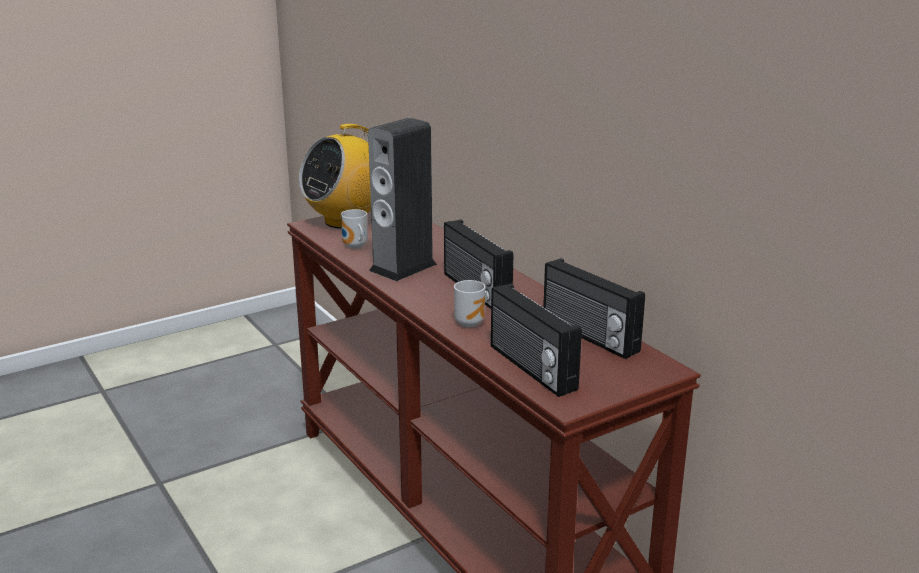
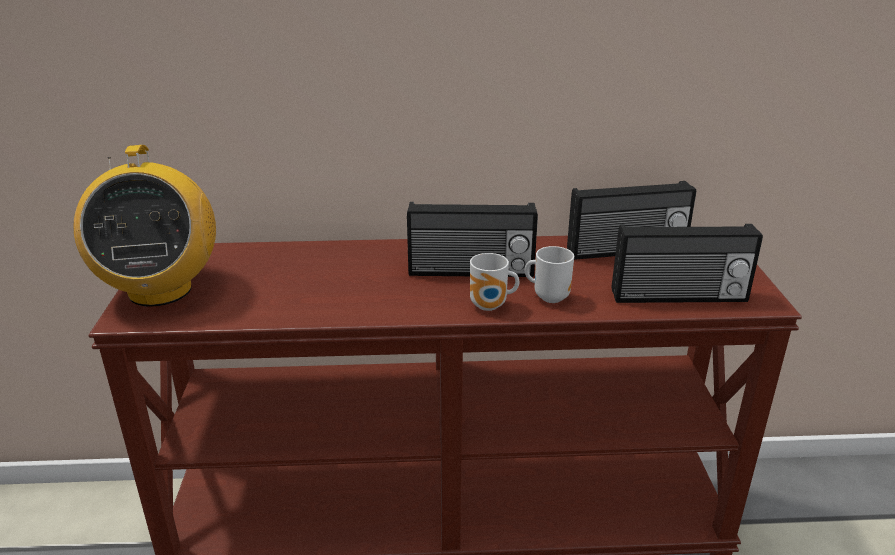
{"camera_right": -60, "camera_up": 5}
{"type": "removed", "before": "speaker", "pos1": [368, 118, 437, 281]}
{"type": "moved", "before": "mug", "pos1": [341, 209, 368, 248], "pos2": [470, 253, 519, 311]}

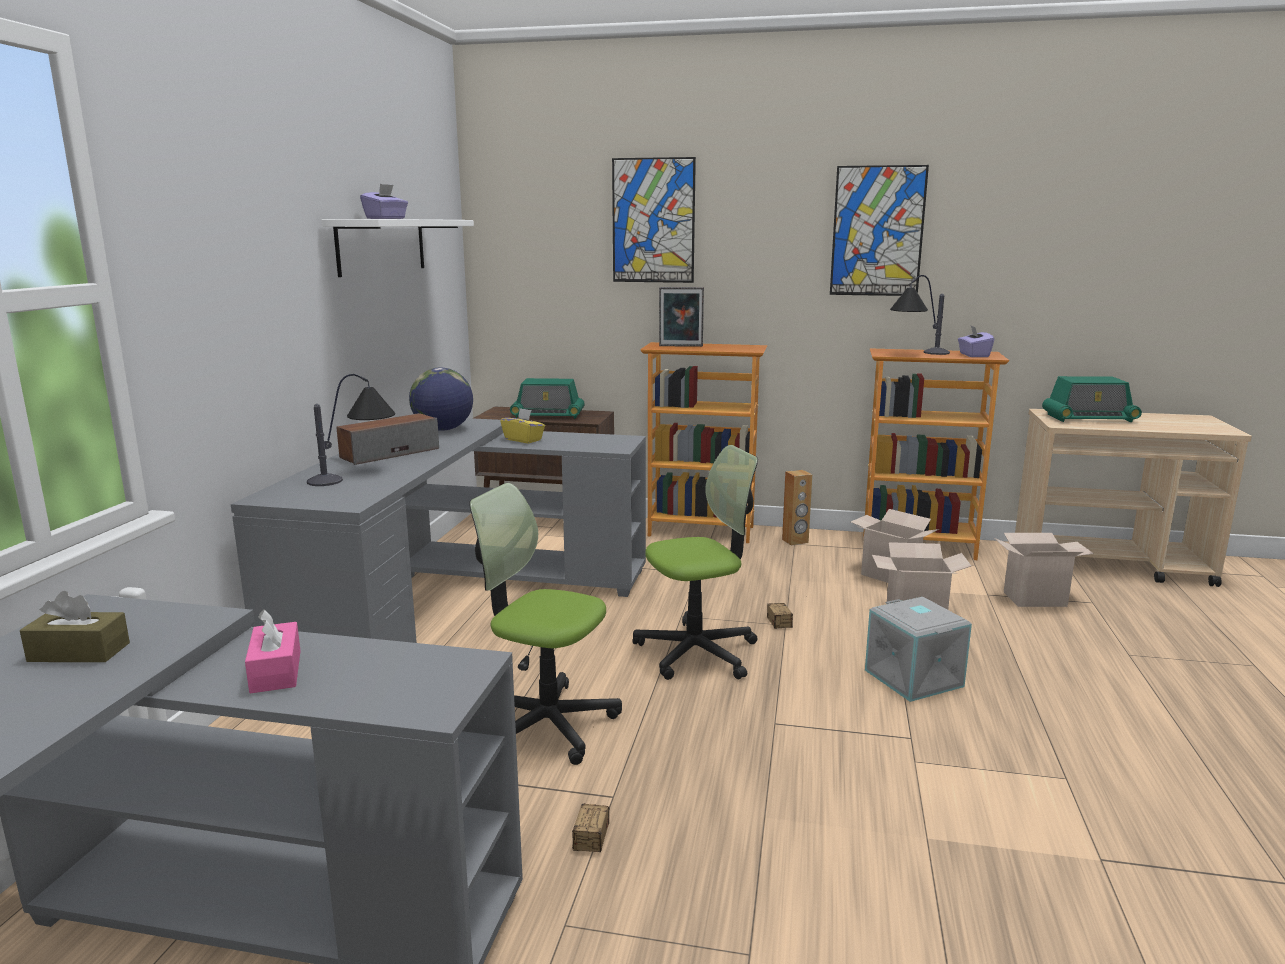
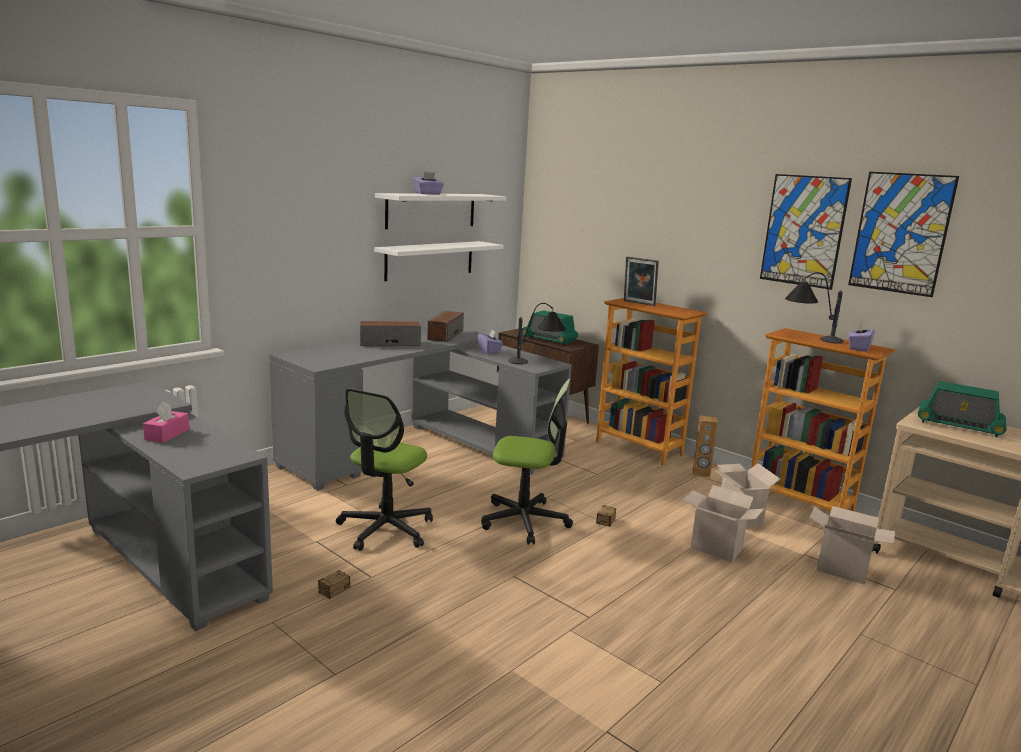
{"camera_right": 30, "camera_up": 0}
{"type": "moved", "before": "picture", "pos1": [612, 157, 696, 283], "pos2": [848, 172, 959, 297]}
{"type": "replaced", "before": "globe", "after": "speaker", "pos1": [409, 368, 473, 431], "pos2": [427, 311, 464, 342]}
{"type": "moved", "before": "table lamp", "pos1": [307, 374, 395, 486], "pos2": [508, 303, 565, 365]}
{"type": "recoloured", "before": "yellow tissue box", "after": "purple tissue box", "pos1": [500, 408, 545, 443], "pos2": [478, 330, 503, 354]}
{"type": "turned", "before": "office chair", "pos1": [469, 483, 622, 765], "pos2": [336, 388, 433, 551], "turn": -120}
{"type": "removed", "before": "brown tissue box", "pos1": [20, 591, 130, 662]}
{"type": "removed", "before": "grey storage box", "pos1": [865, 597, 972, 702]}
{"type": "added", "after": "white shelf", "pos2": [374, 241, 504, 281]}

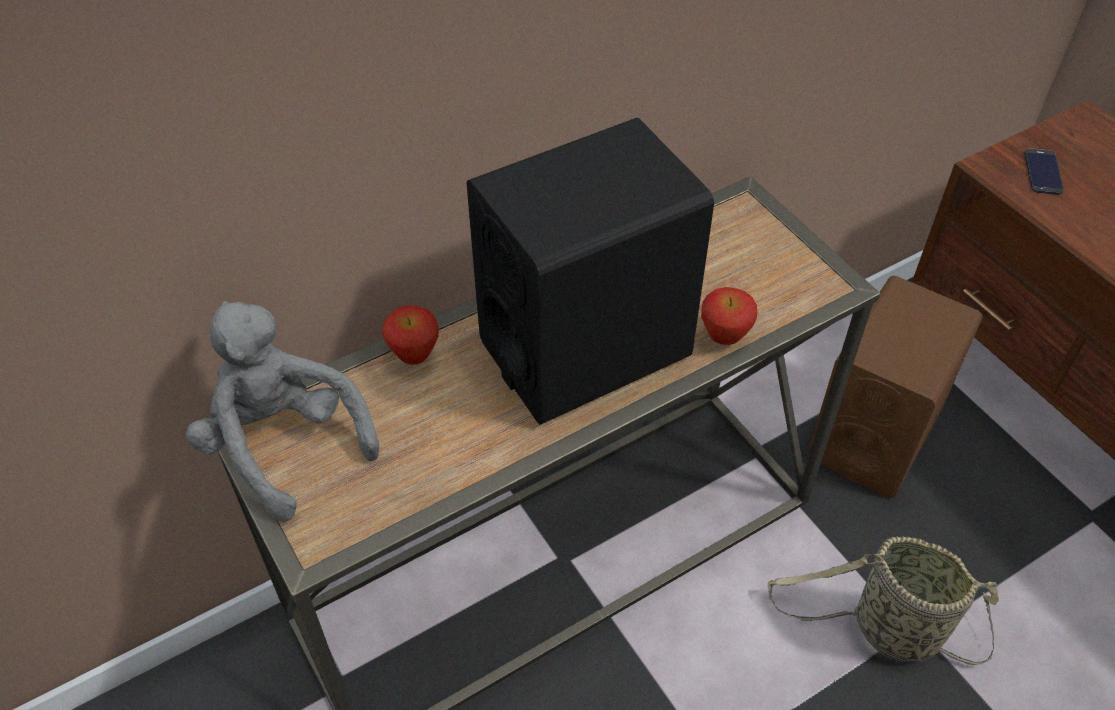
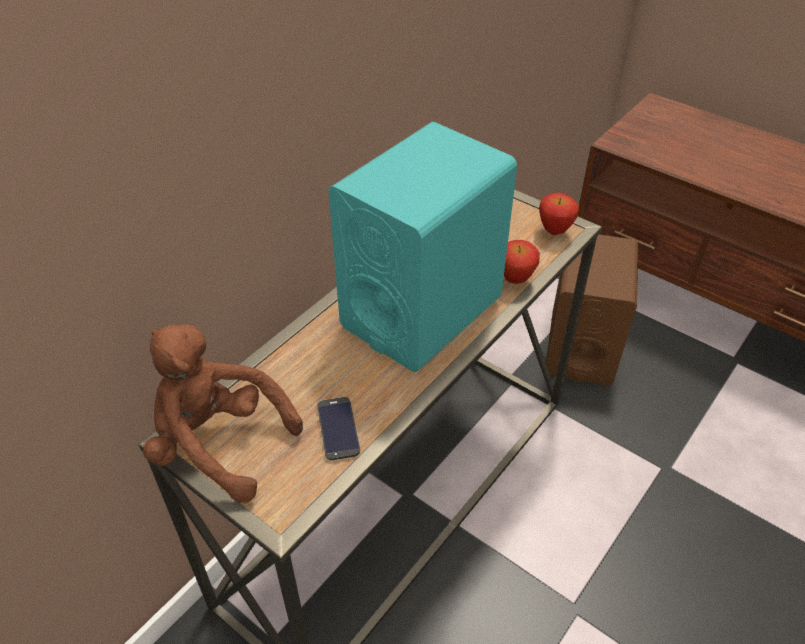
{"camera_right": -20, "camera_up": -5}
{"type": "recoloured", "before": "black speaker", "after": "turquoise speaker", "pos1": [466, 118, 714, 425], "pos2": [328, 122, 517, 372]}
{"type": "moved", "before": "phone", "pos1": [1024, 149, 1064, 195], "pos2": [317, 397, 360, 460]}
{"type": "recoloured", "before": "grey plush toy", "after": "brown plush toy", "pos1": [186, 301, 379, 522], "pos2": [143, 324, 303, 503]}
{"type": "moved", "before": "apple", "pos1": [382, 305, 439, 365], "pos2": [539, 193, 579, 235]}
{"type": "removed", "before": "basket", "pos1": [768, 536, 999, 665]}

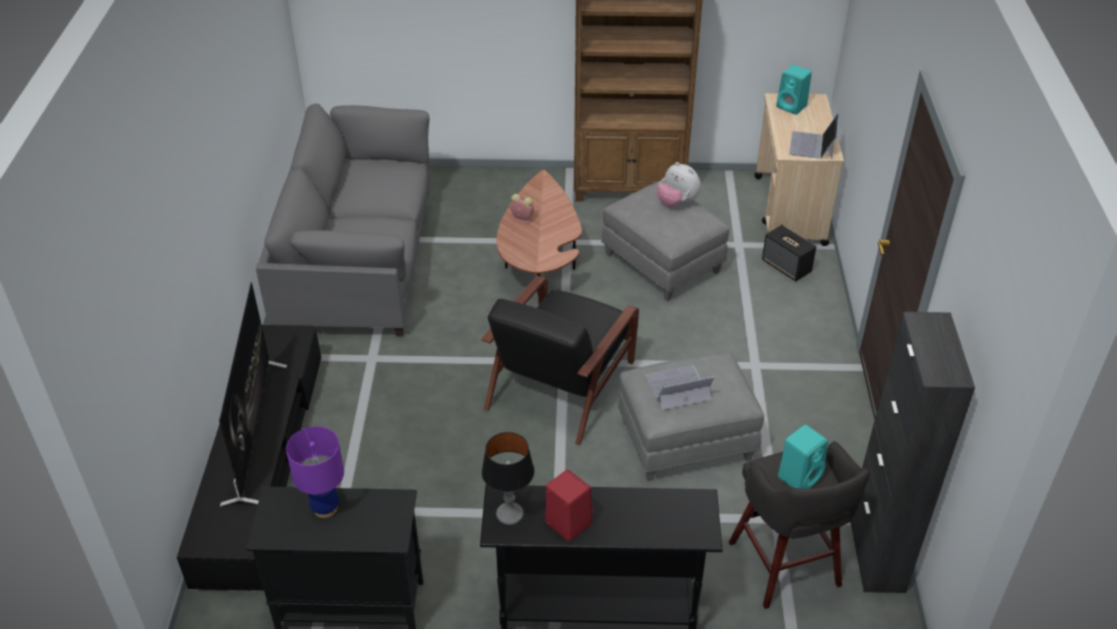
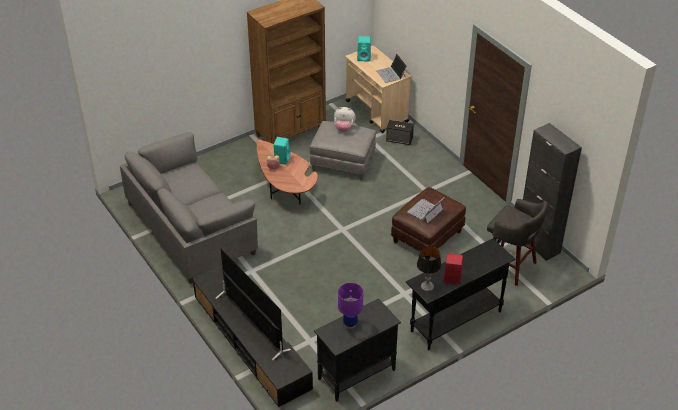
{"camera_right": -35, "camera_up": 0}
{"type": "removed", "before": "black armchair", "pos1": [481, 276, 639, 446]}
{"type": "recoloured", "before": "grey ottoman", "after": "brown ottoman", "pos1": [618, 353, 764, 481], "pos2": [391, 187, 466, 260]}
{"type": "moved", "before": "turquoise speaker", "pos1": [778, 425, 828, 489], "pos2": [274, 137, 290, 165]}

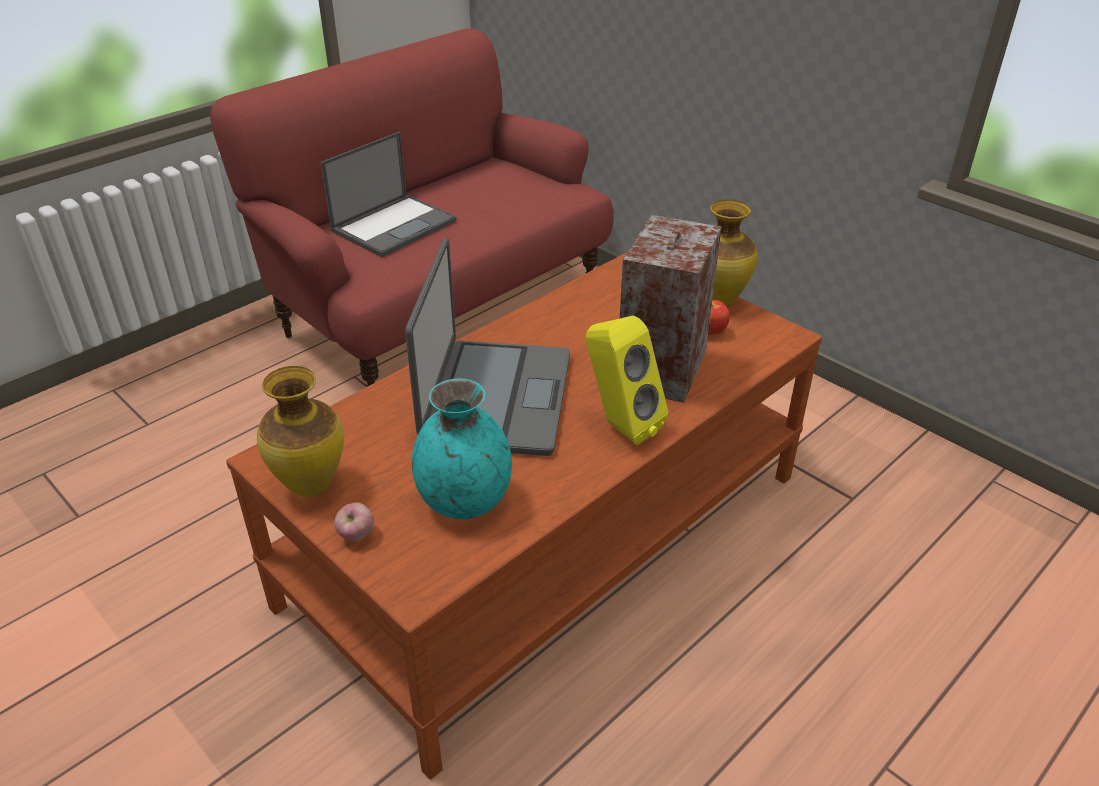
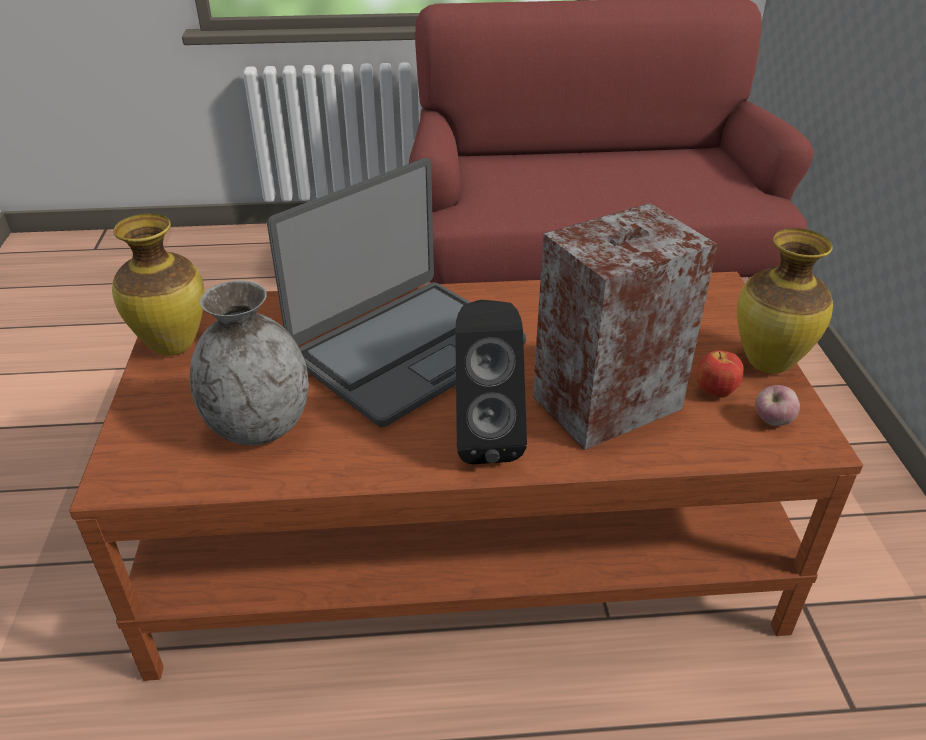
{"camera_right": 40, "camera_up": 0}
{"type": "removed", "before": "laptop", "pos1": [320, 132, 457, 257]}
{"type": "recoloured", "before": "yellow speaker", "after": "black speaker", "pos1": [586, 315, 668, 445], "pos2": [455, 300, 527, 464]}
{"type": "recoloured", "before": "turquoise vase", "after": "grey vase", "pos1": [412, 379, 512, 520], "pos2": [190, 280, 309, 445]}
{"type": "moved", "before": "apple", "pos1": [334, 503, 374, 541], "pos2": [755, 385, 800, 426]}

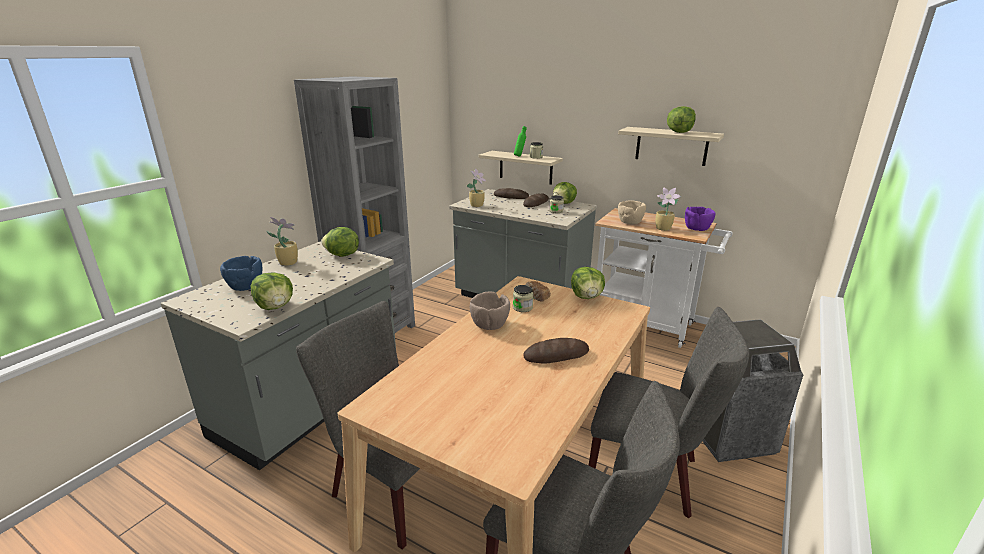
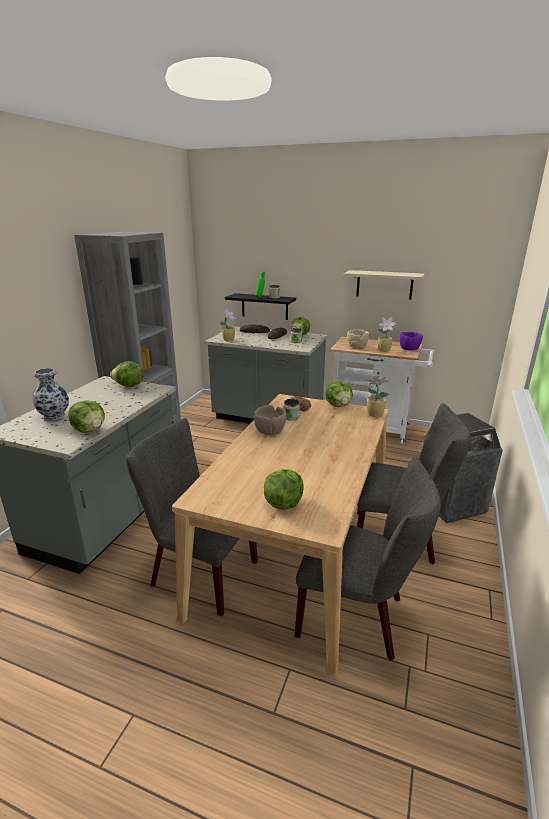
{"camera_right": -10, "camera_up": 0}
{"type": "moved", "before": "lettuce", "pos1": [667, 106, 696, 133], "pos2": [264, 469, 304, 510]}
{"type": "recoloured", "before": "beige shelf", "after": "black shelf", "pos1": [479, 151, 563, 185], "pos2": [225, 293, 296, 320]}
{"type": "moved", "before": "potted plant", "pos1": [266, 217, 298, 266], "pos2": [365, 376, 390, 417]}
{"type": "replaced", "before": "blue bowl", "after": "vase", "pos1": [220, 256, 262, 291], "pos2": [33, 368, 69, 421]}
{"type": "removed", "before": "bread", "pos1": [523, 338, 589, 364]}

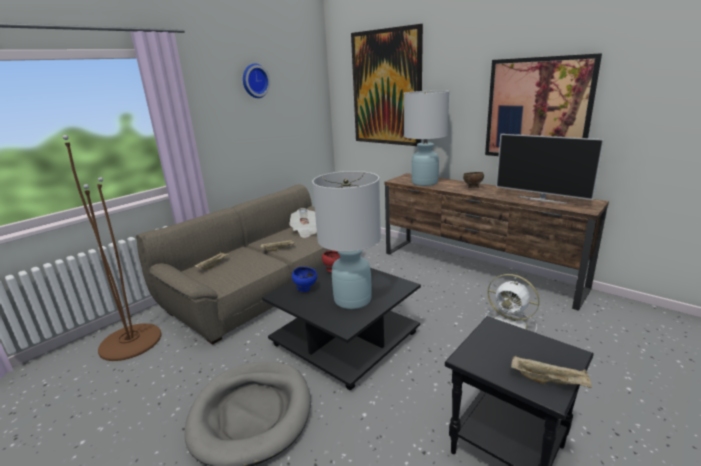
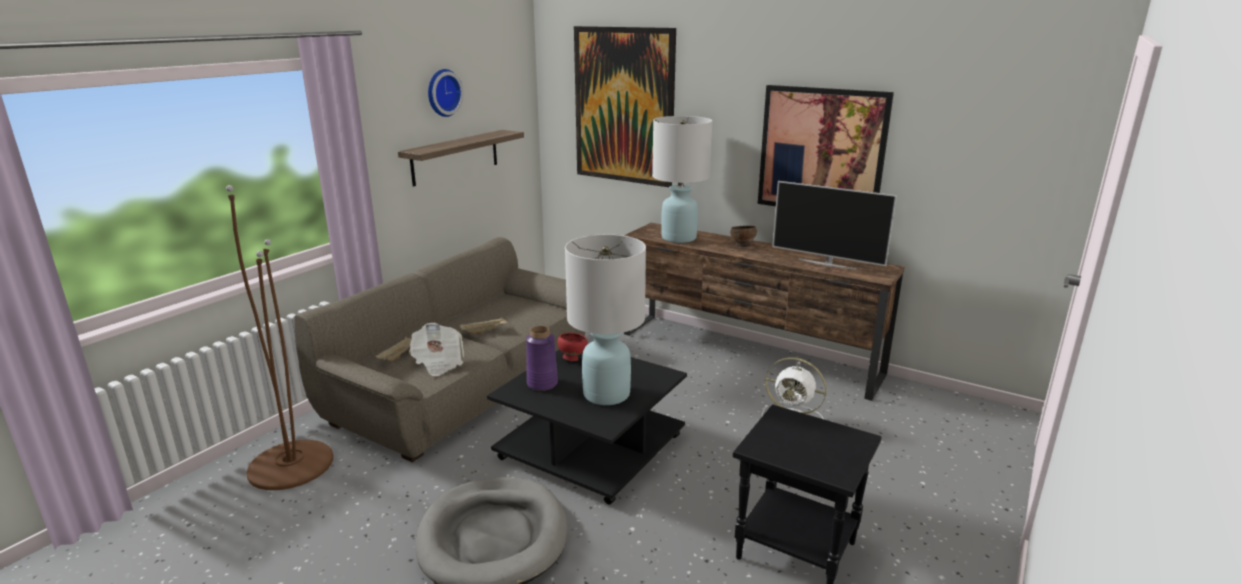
{"camera_right": -10, "camera_up": 0}
{"type": "moved", "before": "newspaper", "pos1": [289, 208, 317, 238], "pos2": [409, 323, 464, 376]}
{"type": "replaced", "before": "blue bowl", "after": "purple vase", "pos1": [292, 267, 317, 292], "pos2": [526, 326, 558, 391]}
{"type": "removed", "before": "beige tray", "pos1": [511, 356, 592, 388]}
{"type": "added", "after": "shelf", "pos2": [398, 130, 524, 187]}

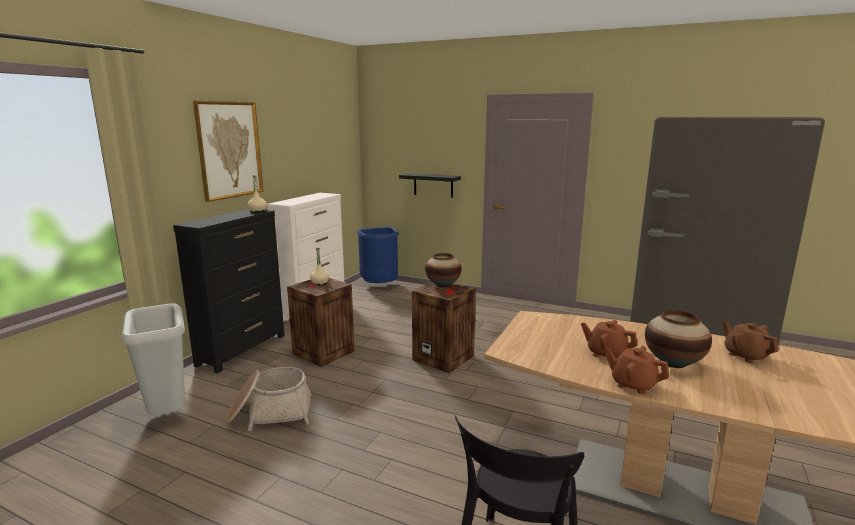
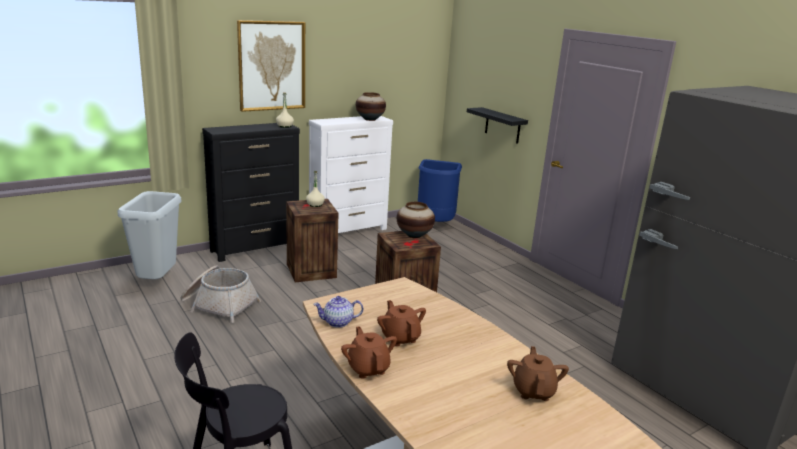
{"camera_right": 30, "camera_up": 5}
{"type": "moved", "before": "vase", "pos1": [645, 310, 712, 368], "pos2": [356, 92, 386, 121]}
{"type": "added", "after": "teapot", "pos2": [313, 296, 363, 328]}

